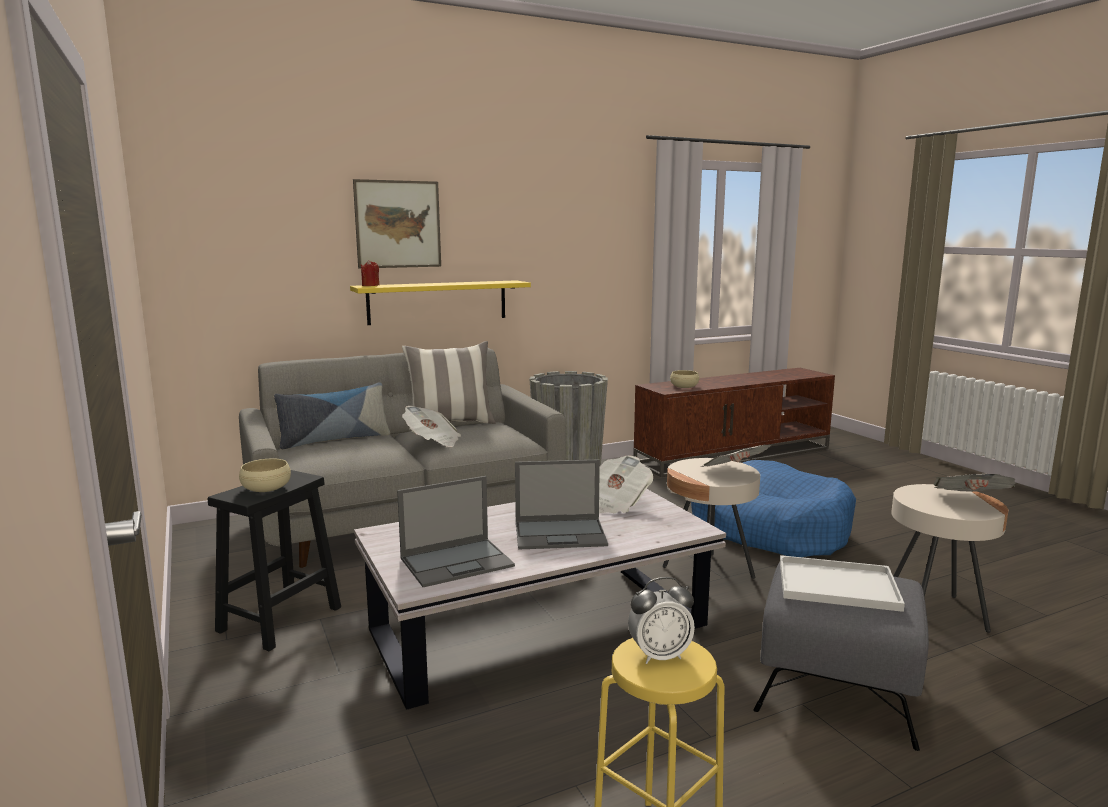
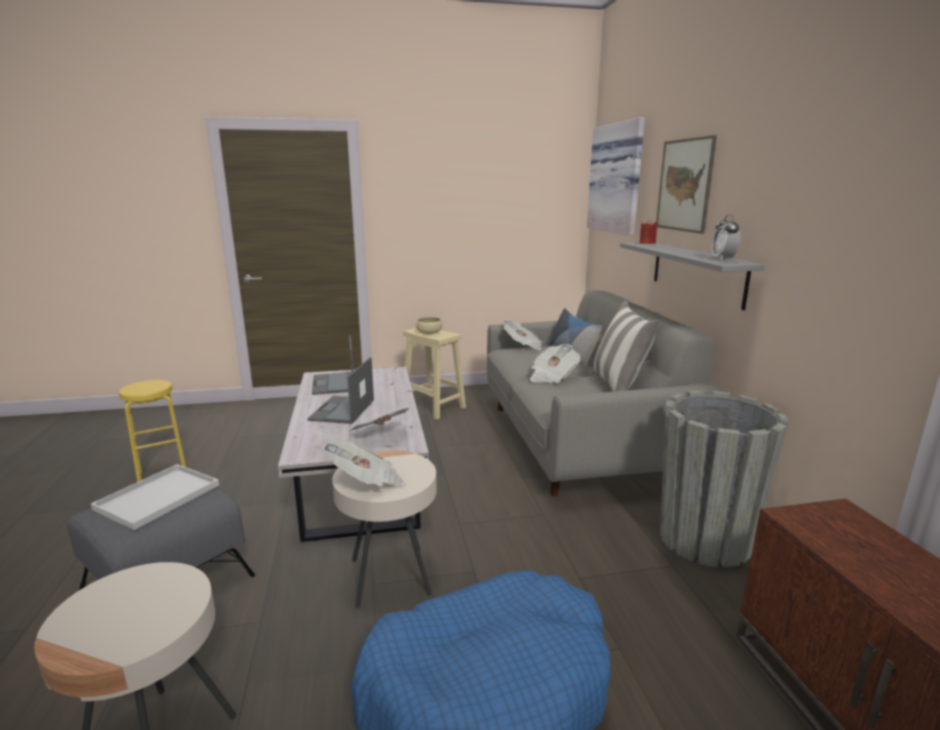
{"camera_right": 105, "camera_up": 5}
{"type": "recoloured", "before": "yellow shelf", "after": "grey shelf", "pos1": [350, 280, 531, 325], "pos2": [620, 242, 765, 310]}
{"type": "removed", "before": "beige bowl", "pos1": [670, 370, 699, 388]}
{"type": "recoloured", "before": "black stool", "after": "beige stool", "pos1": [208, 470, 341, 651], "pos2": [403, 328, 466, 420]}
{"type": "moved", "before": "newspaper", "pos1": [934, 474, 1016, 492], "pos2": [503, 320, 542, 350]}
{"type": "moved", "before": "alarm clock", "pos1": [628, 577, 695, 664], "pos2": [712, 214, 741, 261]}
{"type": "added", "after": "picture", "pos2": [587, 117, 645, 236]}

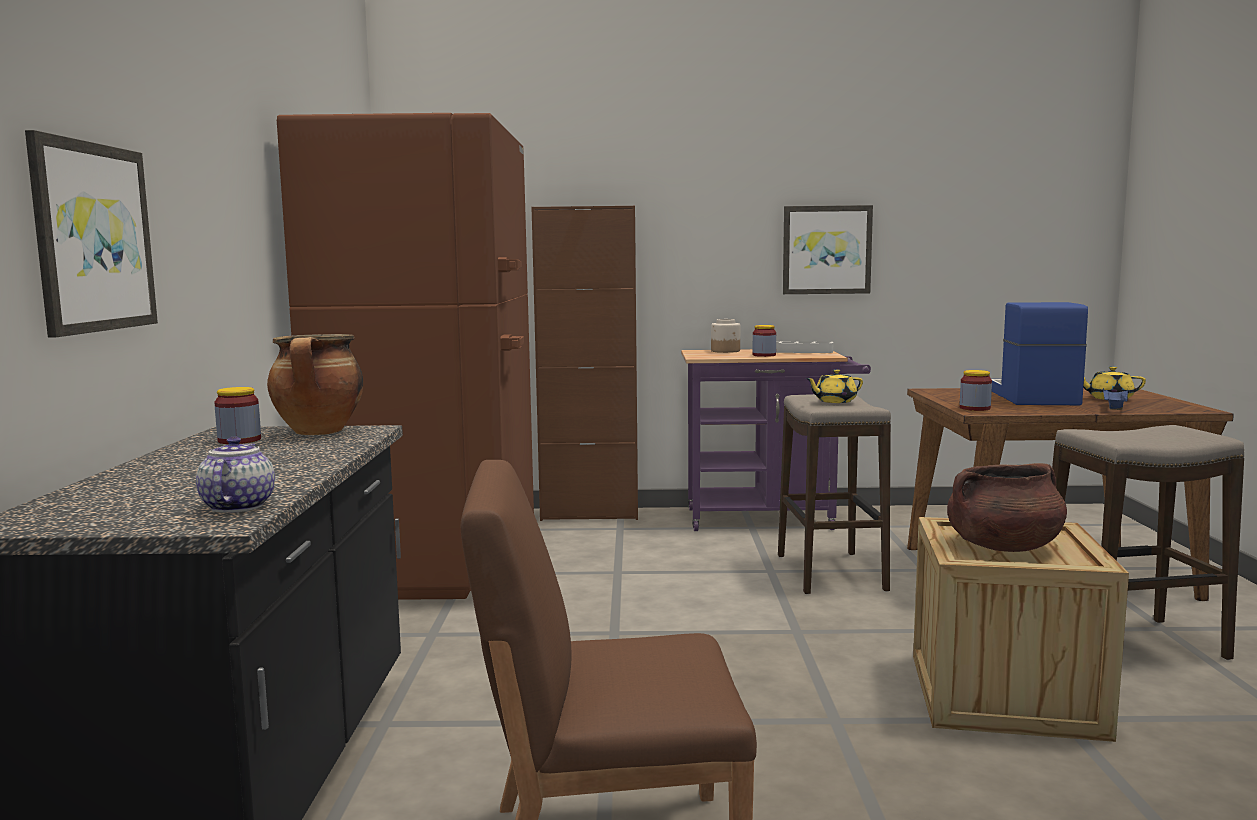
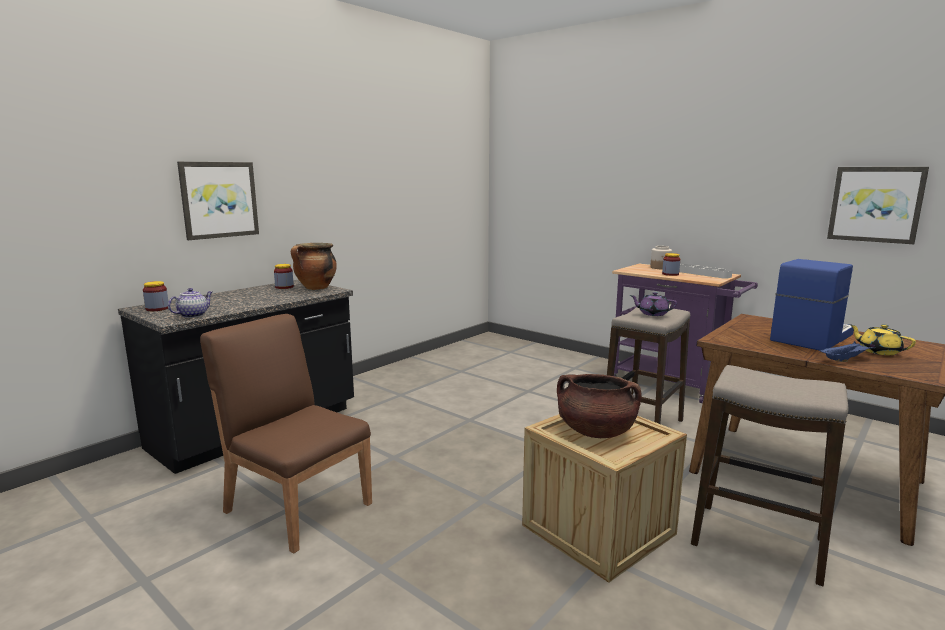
{"camera_right": 40, "camera_up": 5}
{"type": "removed", "before": "brown fridge", "pos1": [277, 113, 534, 600]}
{"type": "moved", "before": "picture", "pos1": [783, 205, 873, 294], "pos2": [827, 167, 929, 244]}
{"type": "removed", "before": "brown cabinet", "pos1": [532, 206, 638, 521]}
{"type": "recoloured", "before": "yellow teapot", "after": "purple teapot", "pos1": [806, 369, 863, 403], "pos2": [630, 292, 677, 316]}
{"type": "moved", "before": "jar", "pos1": [960, 370, 992, 411], "pos2": [143, 281, 168, 311]}

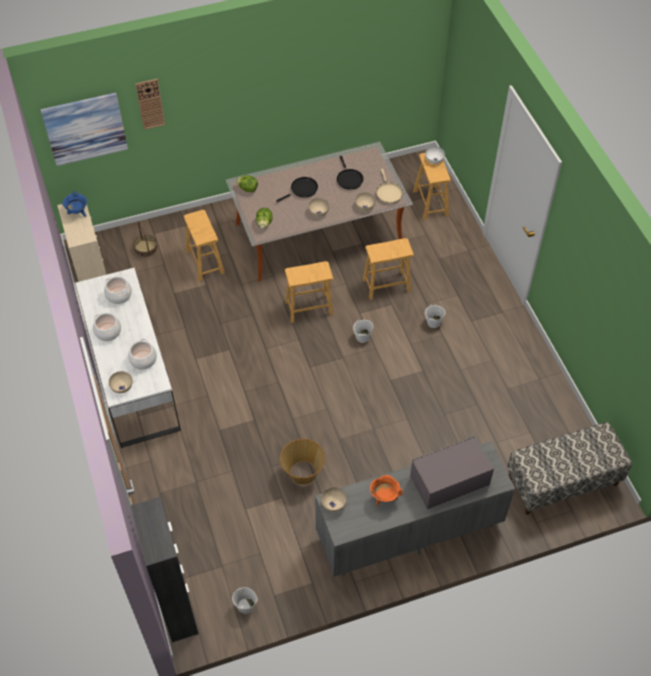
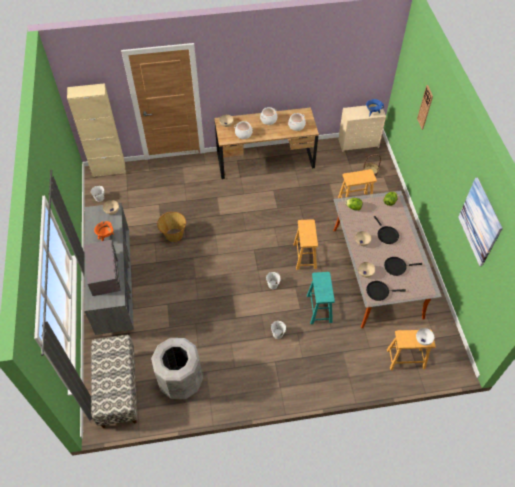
{"camera_right": 100, "camera_up": 0}
{"type": "moved", "before": "picture", "pos1": [40, 92, 128, 166], "pos2": [458, 177, 503, 266]}
{"type": "recoloured", "before": "beige frying pan", "after": "black frying pan", "pos1": [376, 169, 403, 204], "pos2": [366, 281, 406, 301]}
{"type": "recoloured", "before": "brown stool", "after": "turquoise stool", "pos1": [363, 238, 414, 300], "pos2": [307, 272, 335, 324]}
{"type": "recoloured", "before": "white desk", "after": "brown desk", "pos1": [75, 268, 181, 448], "pos2": [214, 107, 319, 179]}
{"type": "recoloured", "before": "black cabinet", "after": "beige cabinet", "pos1": [131, 497, 198, 642], "pos2": [67, 83, 126, 177]}
{"type": "added", "after": "grey trash can", "pos2": [151, 338, 203, 399]}

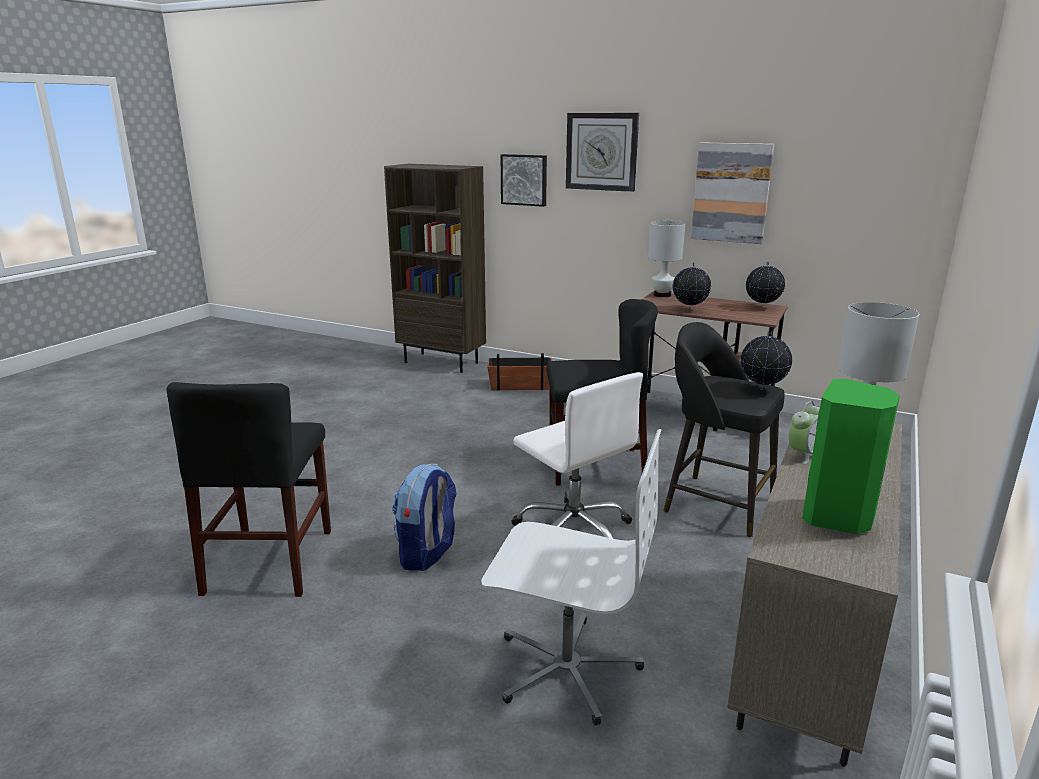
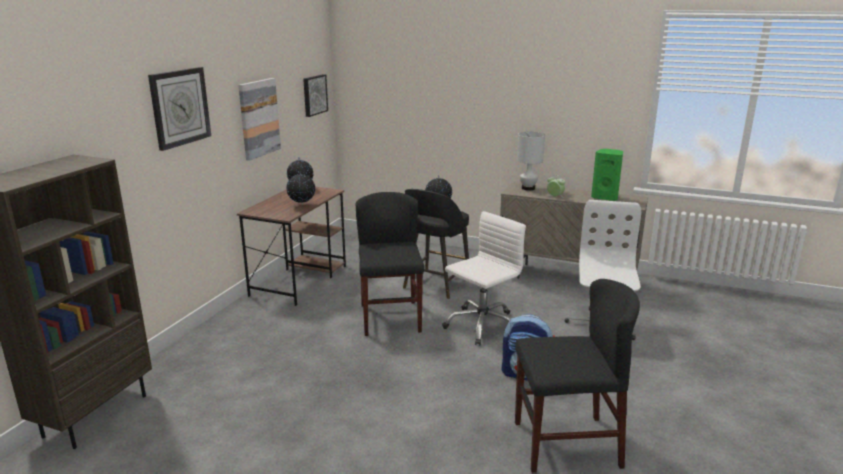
{"camera_right": -95, "camera_up": 0}
{"type": "moved", "before": "picture", "pos1": [501, 154, 547, 207], "pos2": [303, 74, 328, 117]}
{"type": "removed", "before": "white table lamp", "pos1": [648, 221, 685, 297]}
{"type": "removed", "before": "planter", "pos1": [487, 353, 552, 391]}

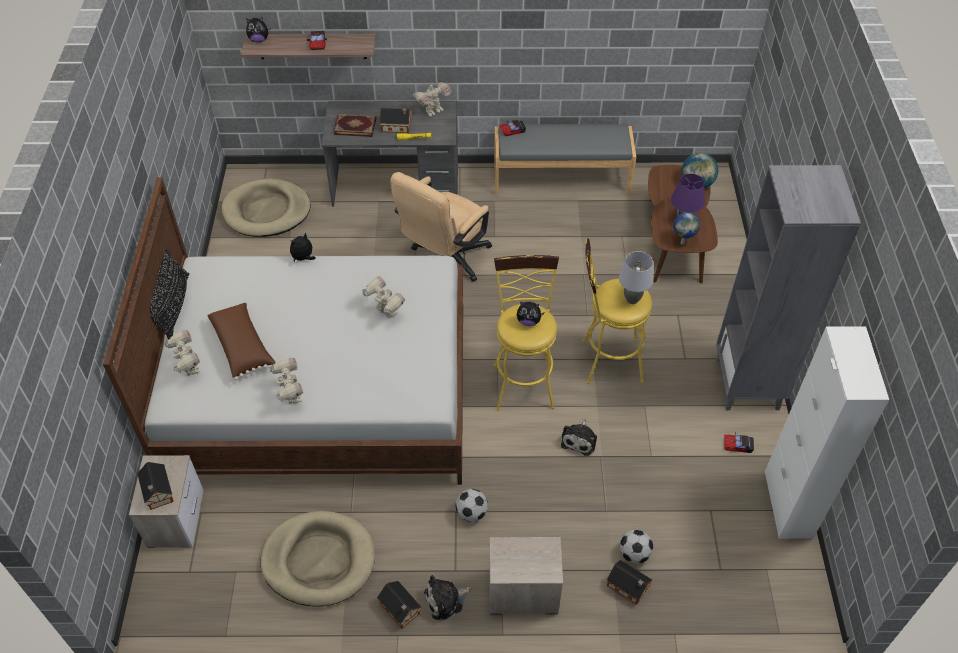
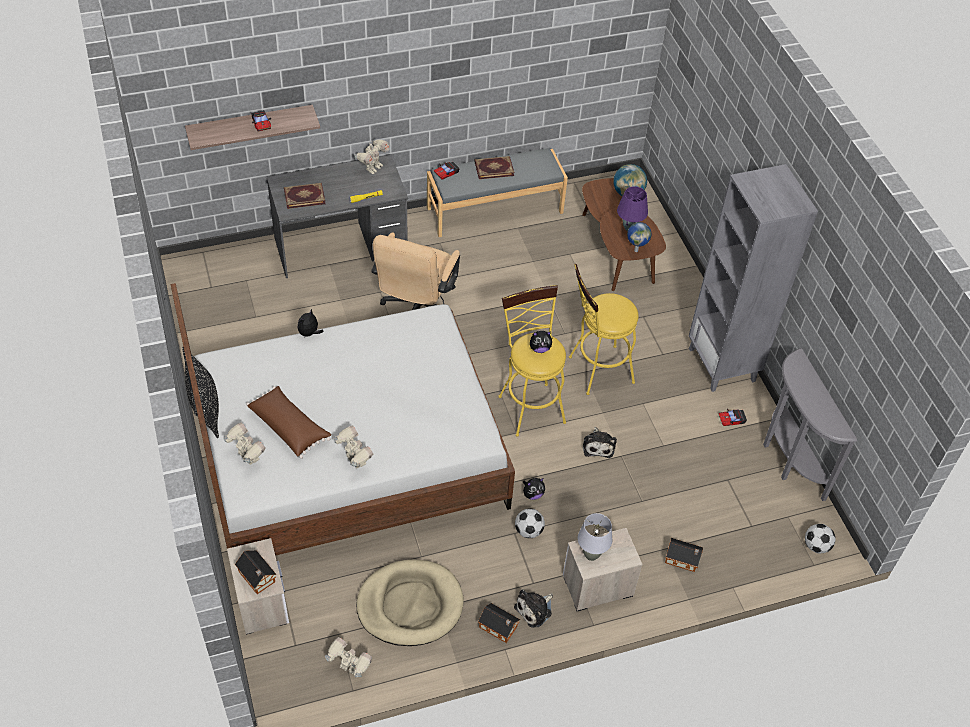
{"camera_right": -20, "camera_up": 0}
{"type": "moved", "before": "plush toy", "pos1": [246, 17, 270, 43], "pos2": [523, 478, 545, 500]}
{"type": "removed", "before": "toy house", "pos1": [380, 108, 412, 133]}
{"type": "removed", "before": "beige dog bed", "pos1": [222, 179, 311, 237]}
{"type": "moved", "before": "grey table lamp", "pos1": [619, 251, 653, 304], "pos2": [578, 513, 612, 561]}
{"type": "moved", "before": "toy robot", "pos1": [362, 276, 405, 319], "pos2": [325, 637, 372, 677]}
{"type": "replaced", "before": "white cabinet", "after": "grey console table", "pos1": [765, 326, 889, 539], "pos2": [763, 348, 857, 501]}
{"type": "moved", "before": "football", "pos1": [619, 530, 653, 564], "pos2": [805, 524, 836, 554]}
{"type": "added", "after": "book", "pos2": [475, 156, 514, 179]}

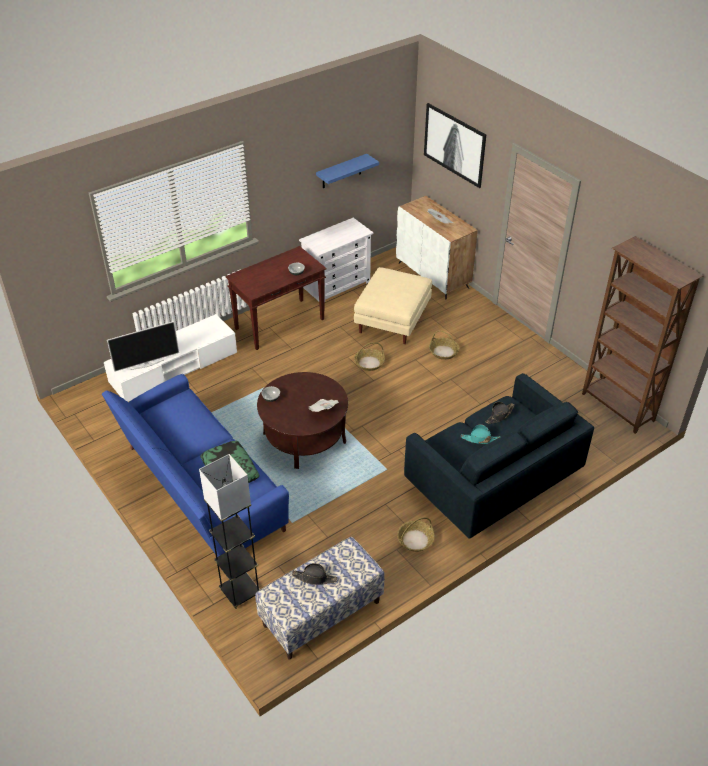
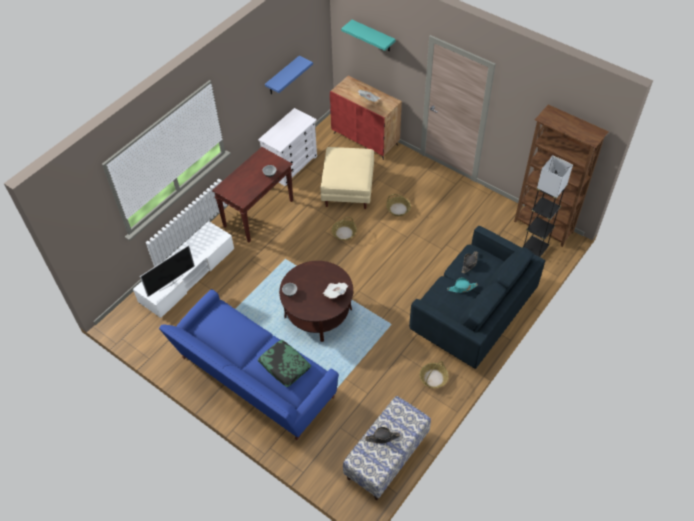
{"camera_right": -15, "camera_up": 10}
{"type": "replaced", "before": "picture", "after": "turquoise shelf", "pos1": [424, 103, 486, 188], "pos2": [341, 20, 396, 51]}
{"type": "recoloured", "before": "white cabinet", "after": "red cabinet", "pos1": [396, 196, 478, 299], "pos2": [330, 75, 402, 160]}
{"type": "moved", "before": "grey floor lamp", "pos1": [199, 454, 260, 609], "pos2": [522, 155, 573, 257]}

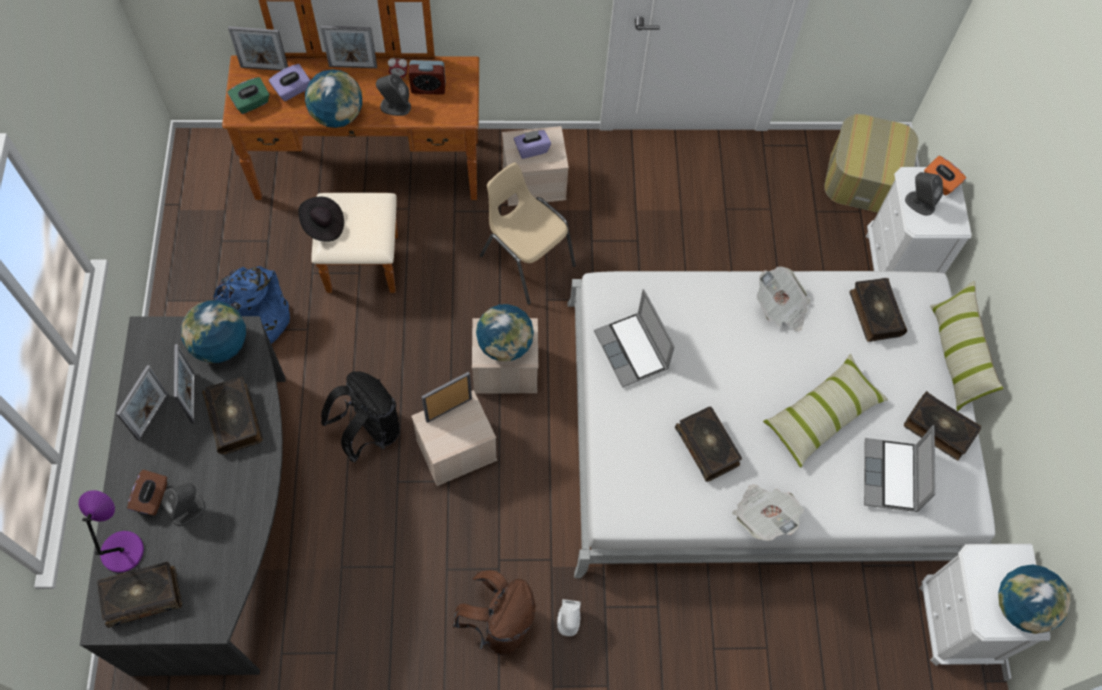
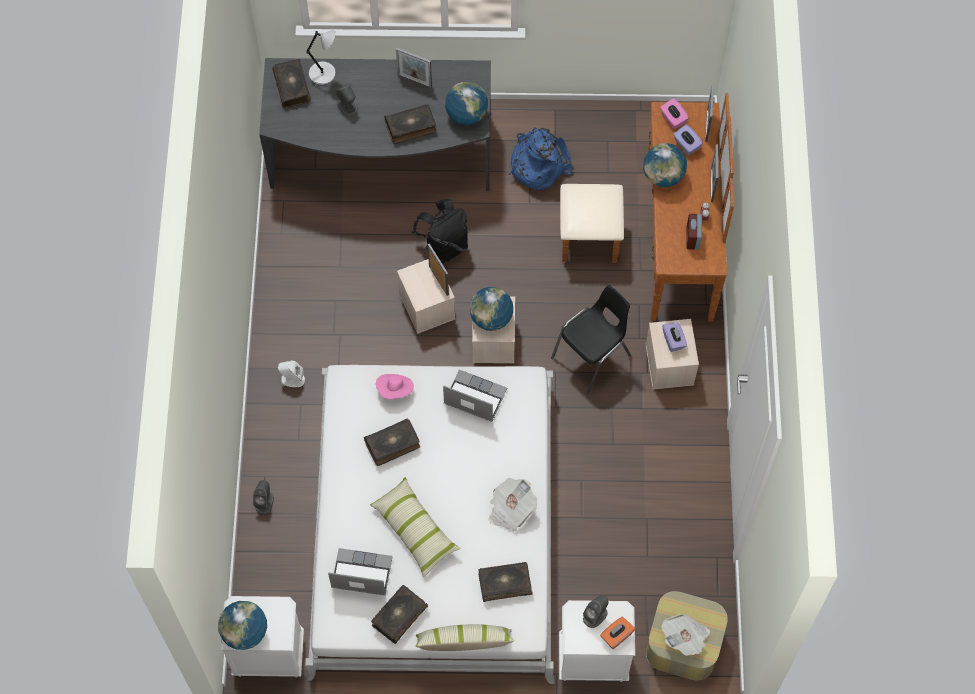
{"camera_right": 95, "camera_up": 0}
{"type": "moved", "before": "grey speaker", "pos1": [376, 74, 411, 116], "pos2": [253, 480, 274, 514]}
{"type": "recoloured", "before": "green tissue box", "after": "pink tissue box", "pos1": [228, 77, 269, 114], "pos2": [660, 98, 689, 129]}
{"type": "recoloured", "before": "beige chair", "after": "black chair", "pos1": [480, 162, 576, 305], "pos2": [551, 285, 631, 394]}
{"type": "removed", "before": "black hat", "pos1": [298, 197, 344, 242]}
{"type": "turned", "before": "laptop", "pos1": [594, 289, 675, 388], "pos2": [443, 369, 507, 422], "turn": 45}
{"type": "removed", "before": "picture frame", "pos1": [174, 344, 195, 423]}
{"type": "removed", "before": "brown tissue box", "pos1": [127, 470, 167, 515]}
{"type": "moved", "before": "newspaper", "pos1": [732, 484, 804, 541], "pos2": [661, 613, 710, 656]}
{"type": "recoloured", "before": "purple table lamp", "after": "grey table lamp", "pos1": [79, 490, 144, 573], "pos2": [306, 30, 336, 85]}
{"type": "removed", "before": "brown backpack", "pos1": [452, 570, 536, 655]}
{"type": "added", "after": "pink hat", "pos2": [376, 374, 414, 399]}

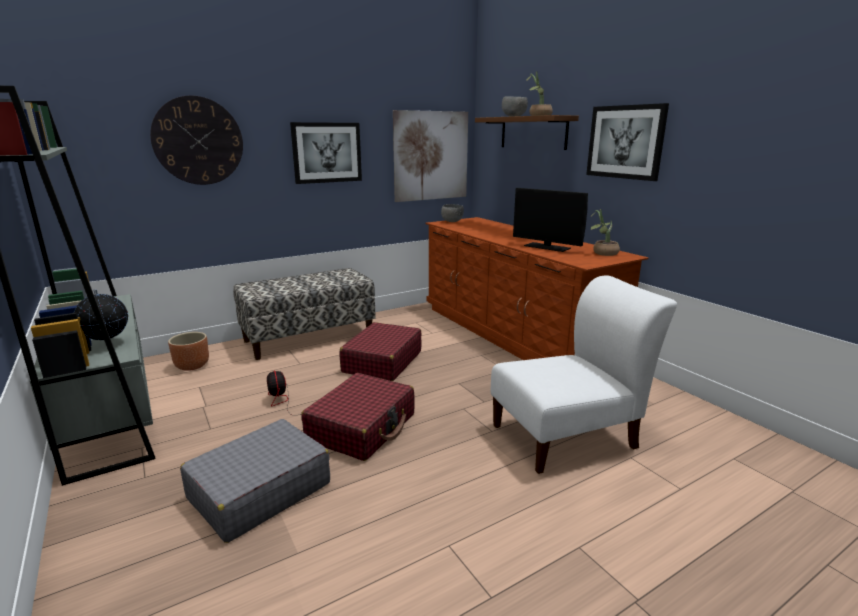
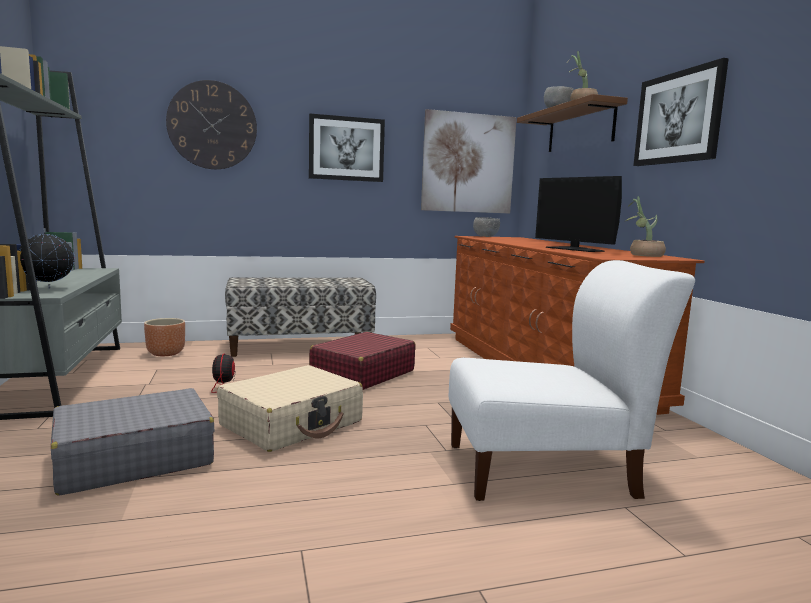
{"camera_right": 15, "camera_up": -10}
{"type": "recoloured", "before": "red suitcase", "after": "beige suitcase", "pos1": [301, 373, 414, 461], "pos2": [217, 365, 363, 452]}

